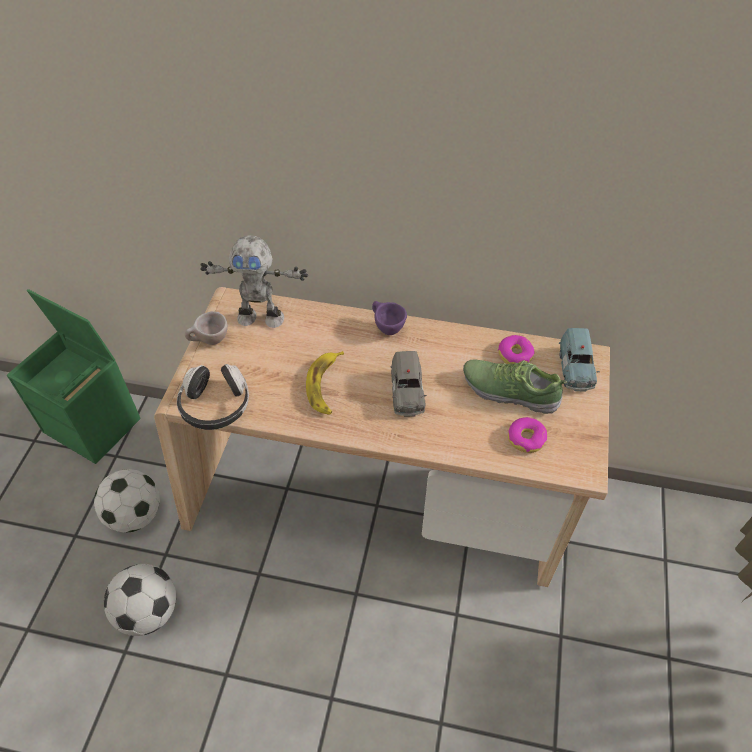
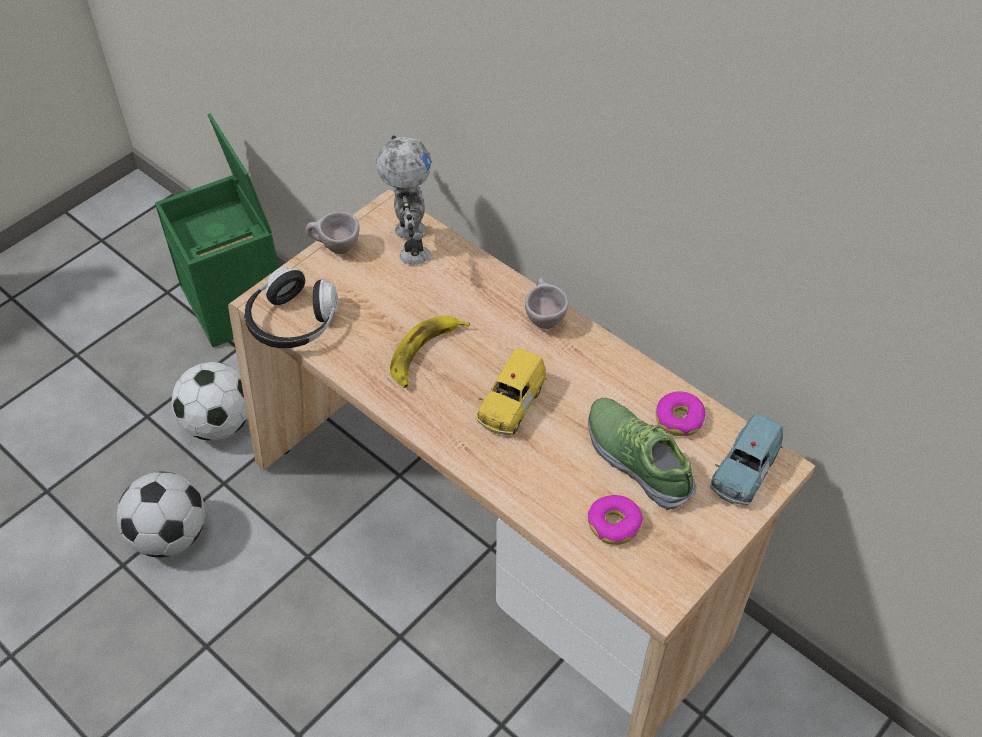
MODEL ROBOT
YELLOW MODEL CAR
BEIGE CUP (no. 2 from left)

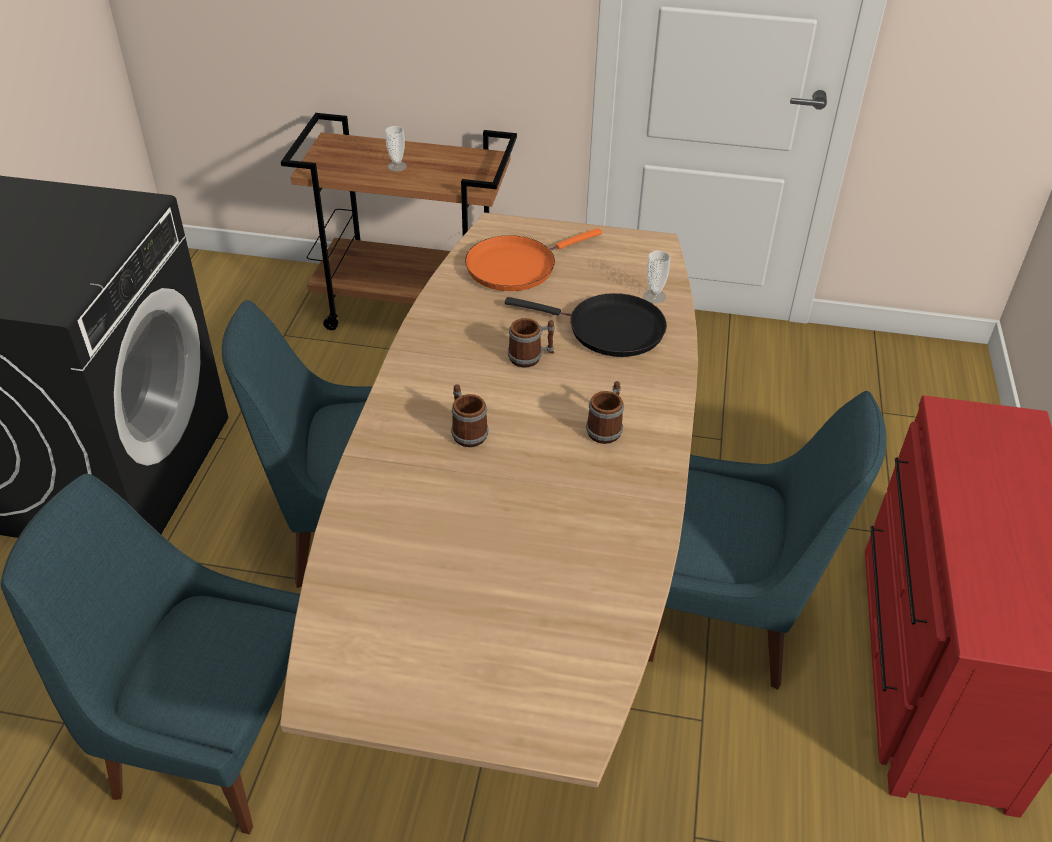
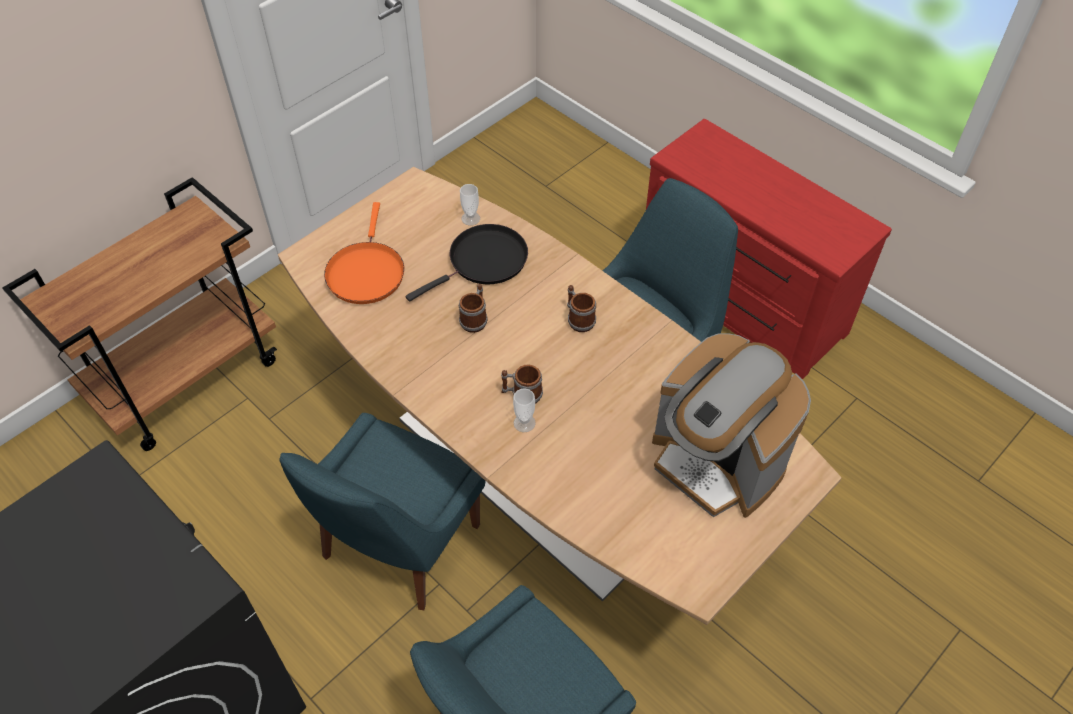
CUP (no. 2 from left)
COFFEE MACHINE

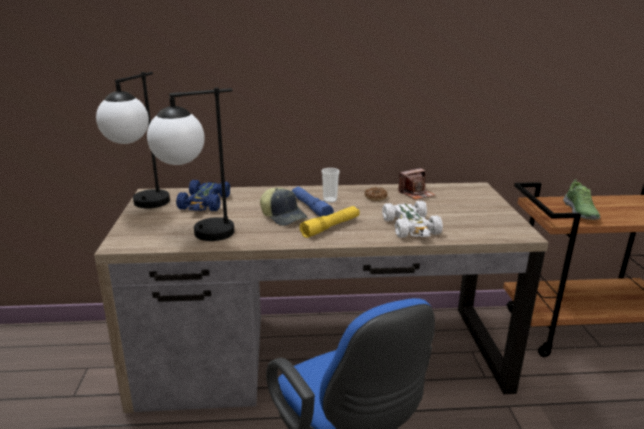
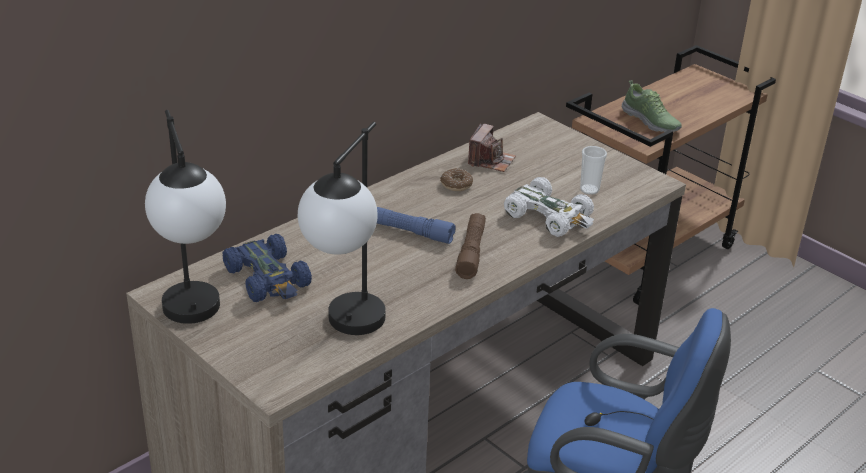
BROWN-COLOURED FLASHLIGHT
CUP
BASEBALL CAP

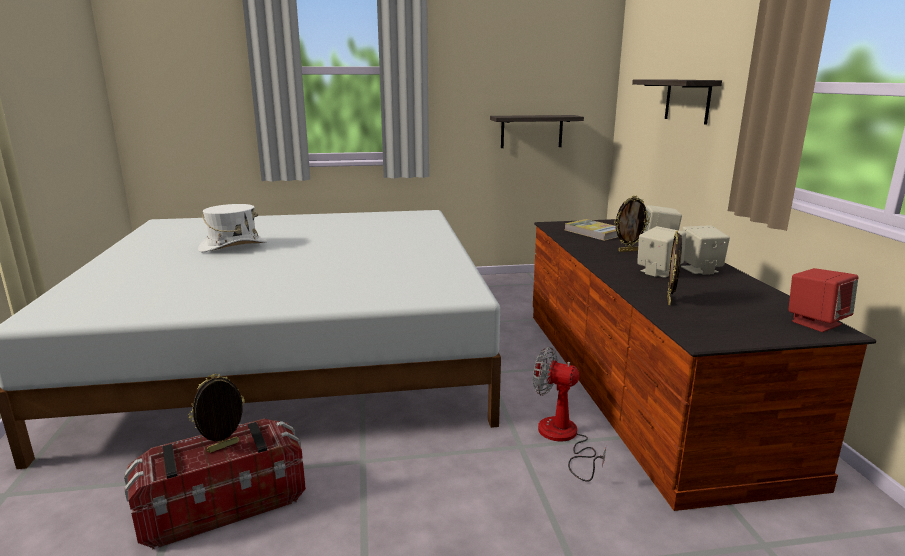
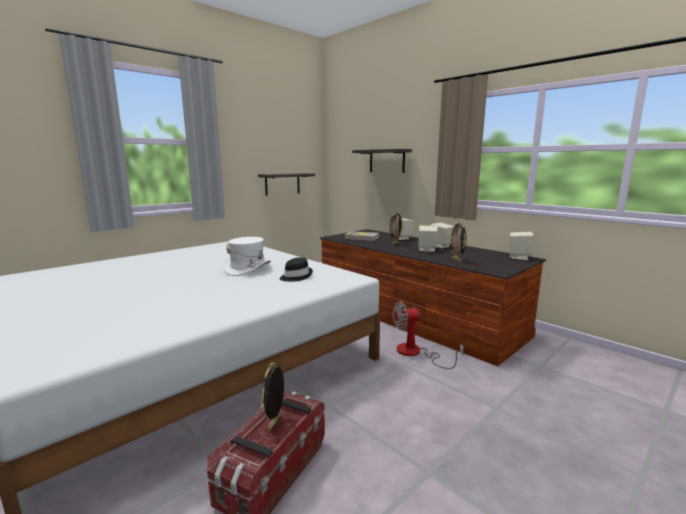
WHITISH WEARABLE HAT
BLACKISH WEARABLE HAT
BEIGE AUDIO SPEAKER (no. 4 from left)

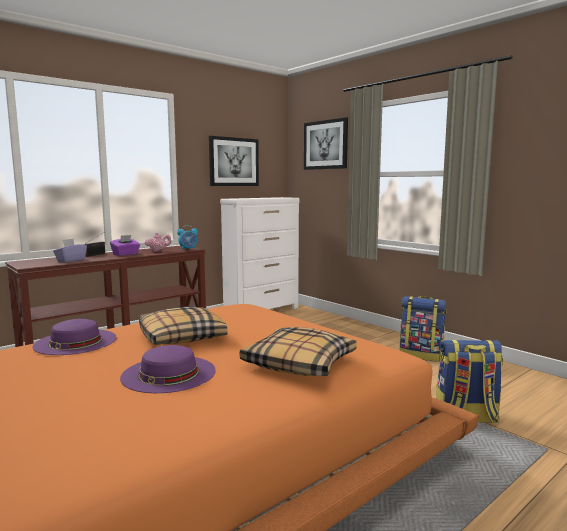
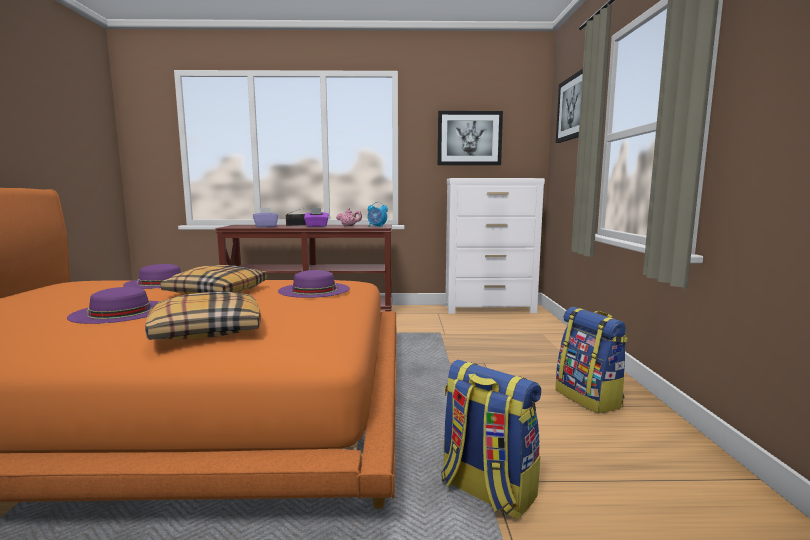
PURPLE-COLOURED WEARABLE HAT (no. 3 from left)

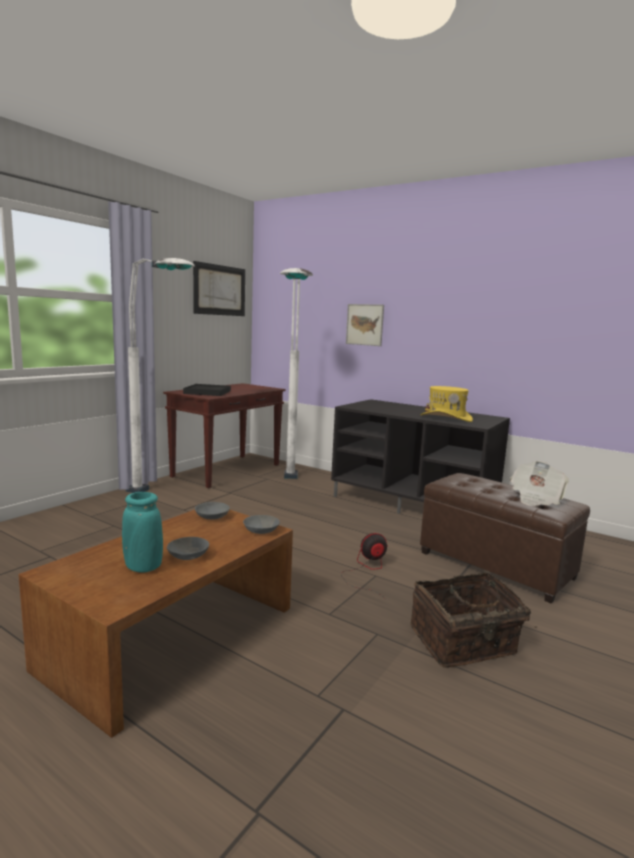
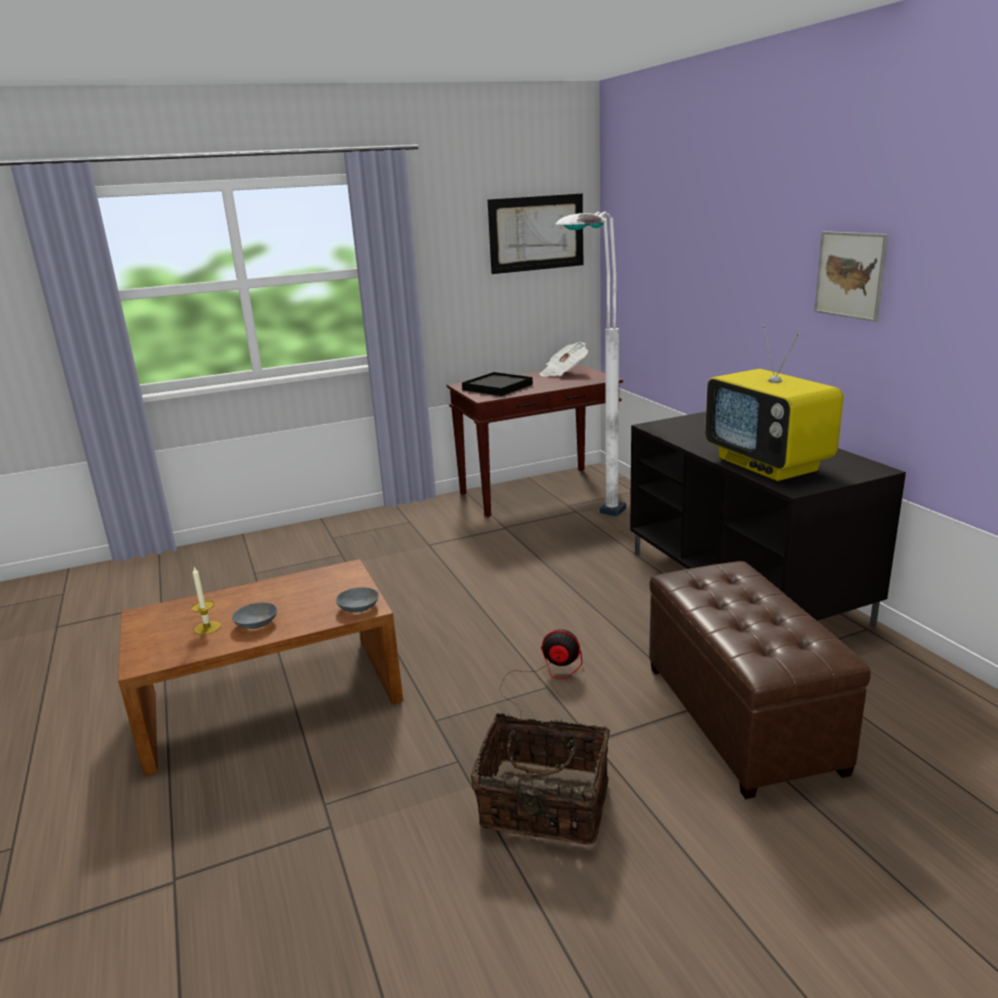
WAX CANDLE
NEWSPAPER
TV SET
WALL PICTURE (no. 2 from left)
WHITISH STANDING LAMP (no. 1 from left in the first image)
GRAY SERVING BOWL (no. 2 from left in the first image)

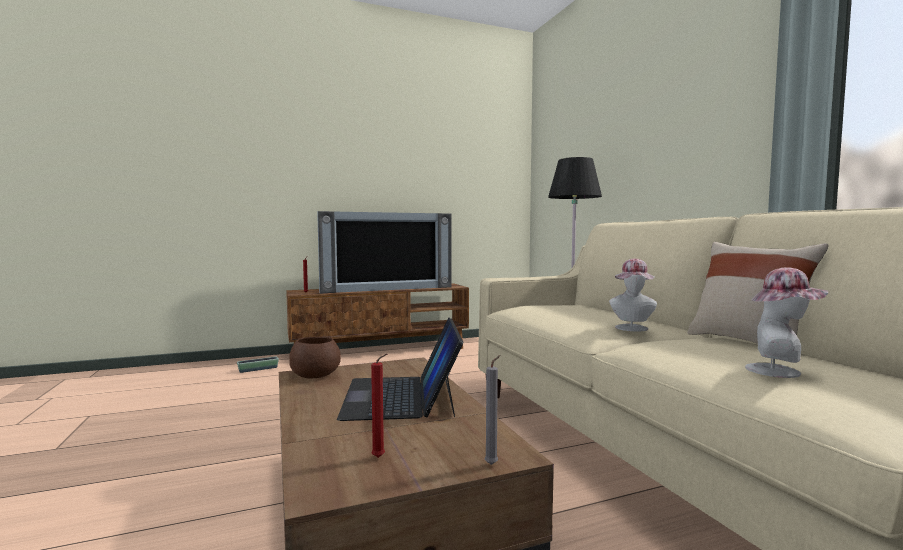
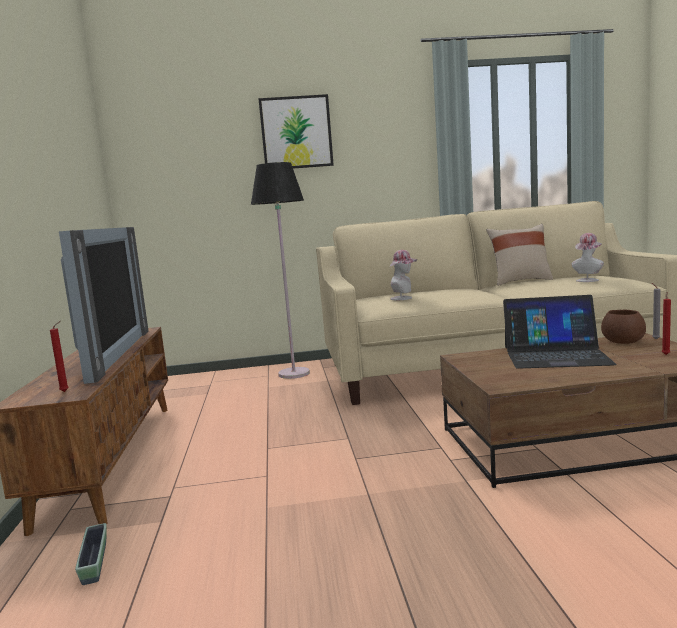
WALL PICTURE
WEARABLE HAT (no. 1 from left)
BROWN-COLOURED SERVING BOWL

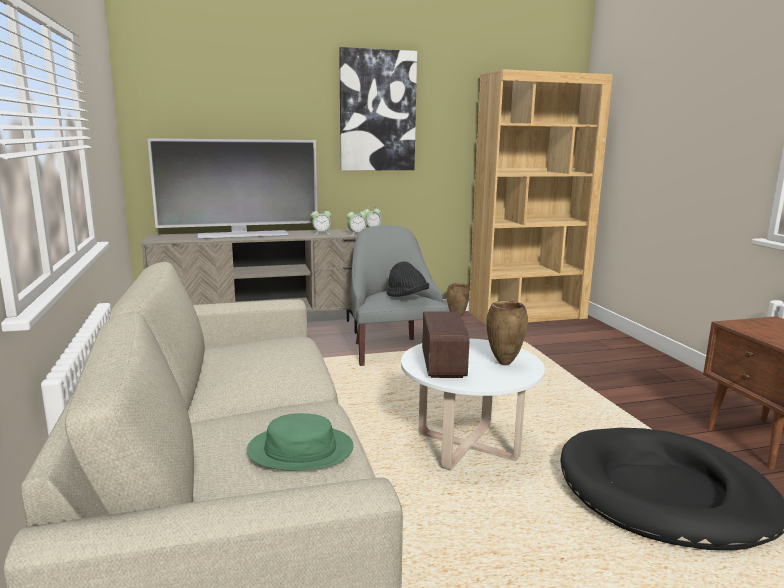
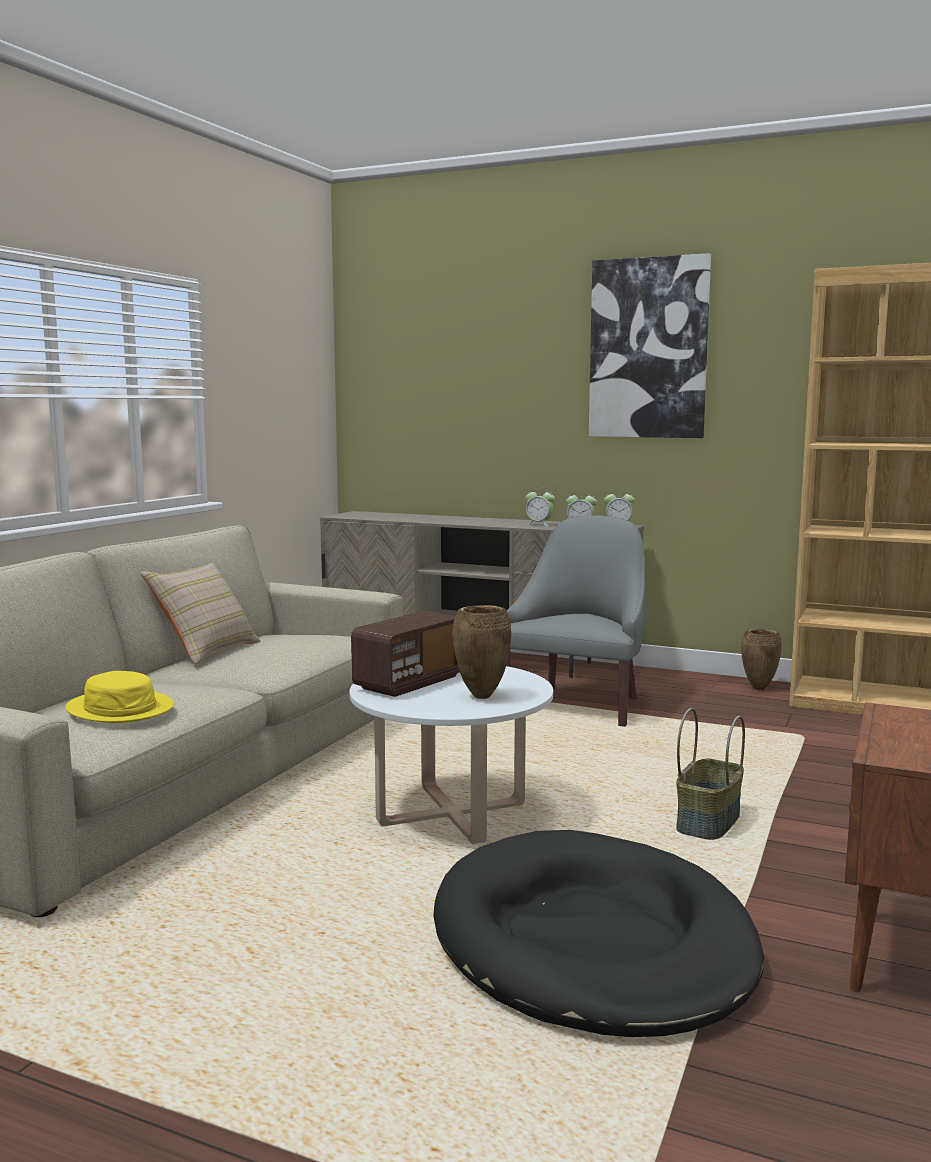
YELLOW WEARABLE HAT
BEIGE CUSHION
STORAGE BASKET
TV SET
BLACKISH WEARABLE HAT

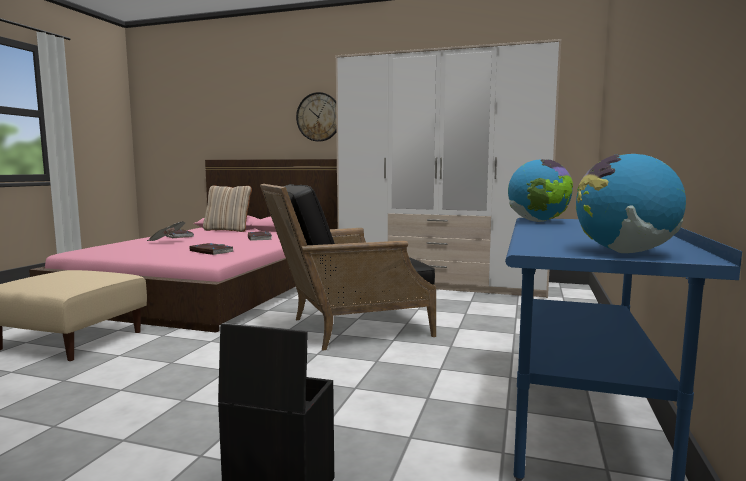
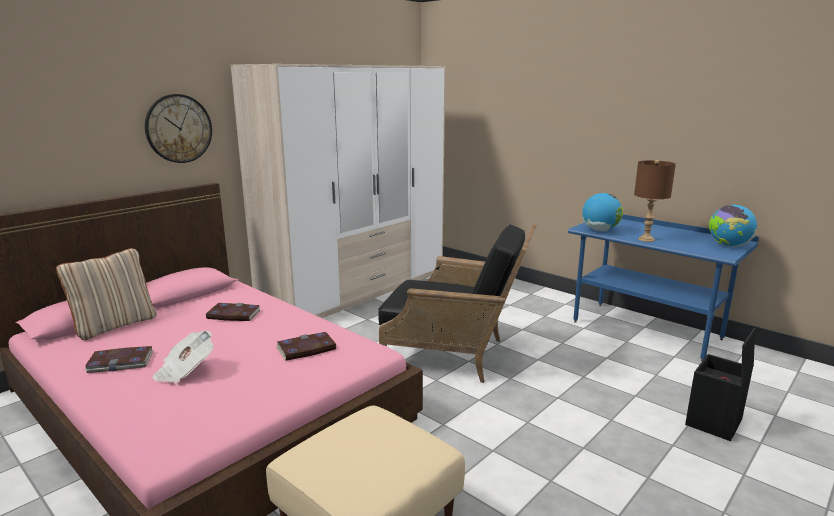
BLACKISH EASY CHAIR
BROWN-COLOURED TABLE LAMP

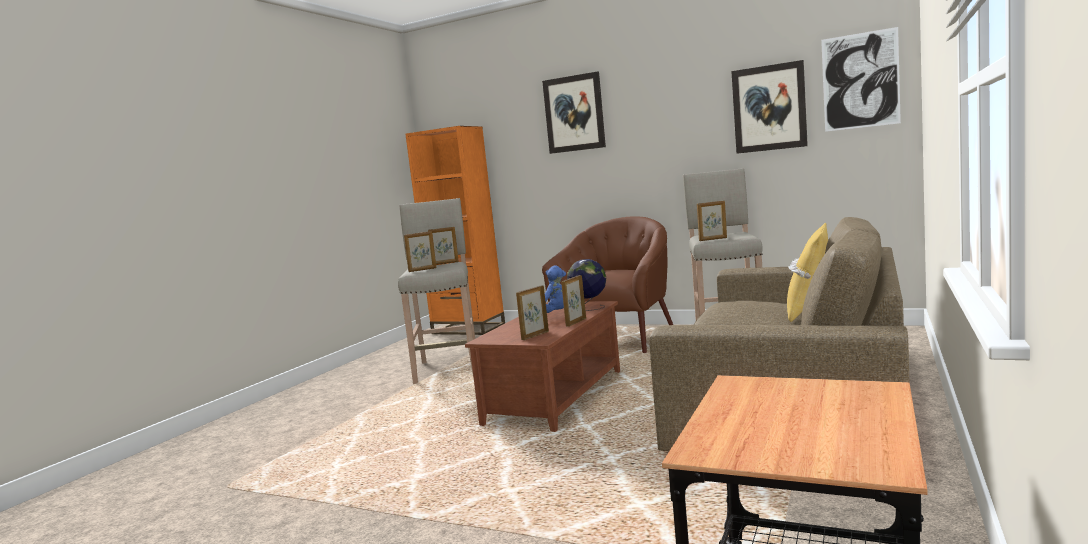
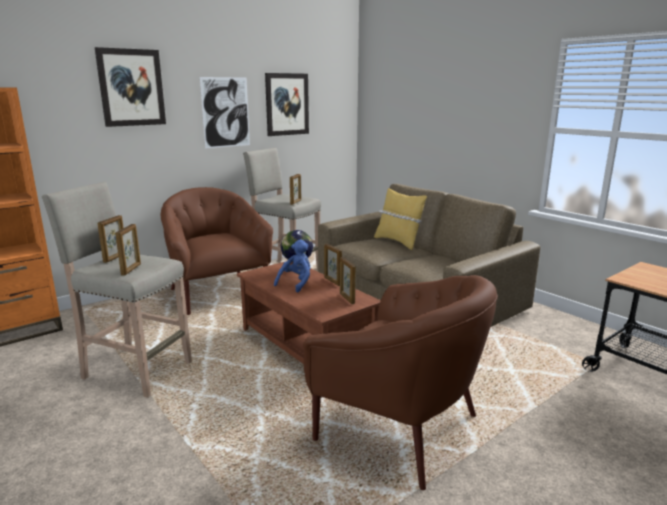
WALL PICTURE (no. 2 from left)
BROWN-COLOURED EASY CHAIR (no. 2 from left)

